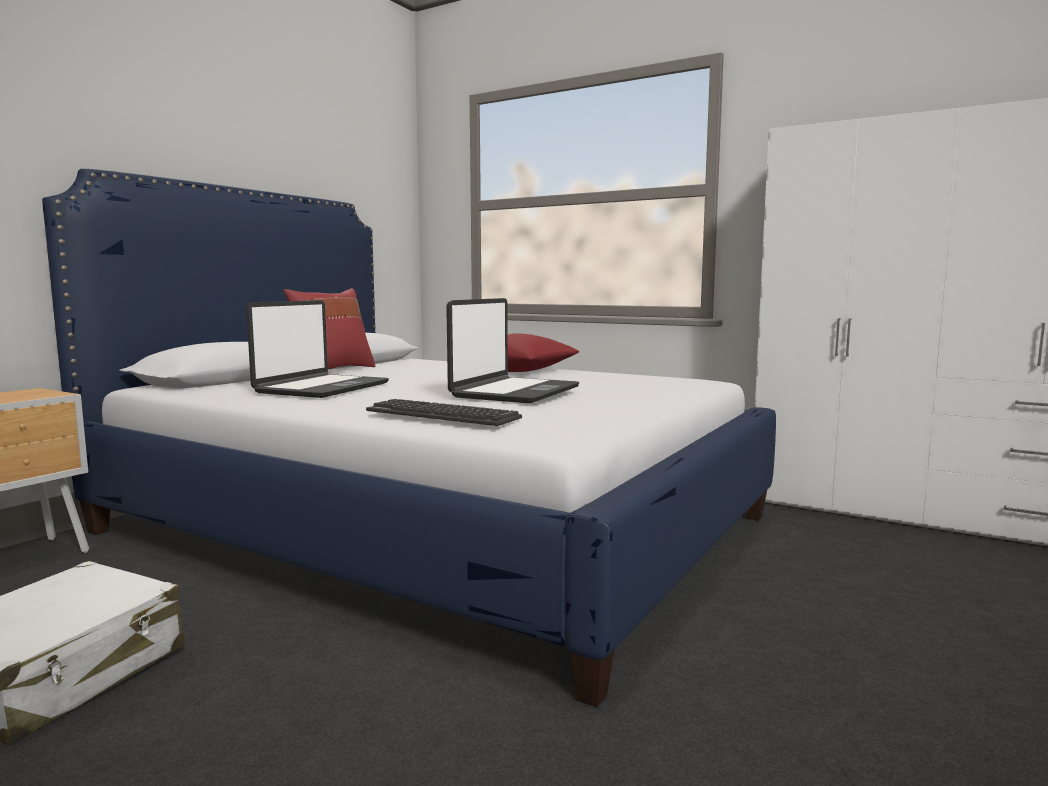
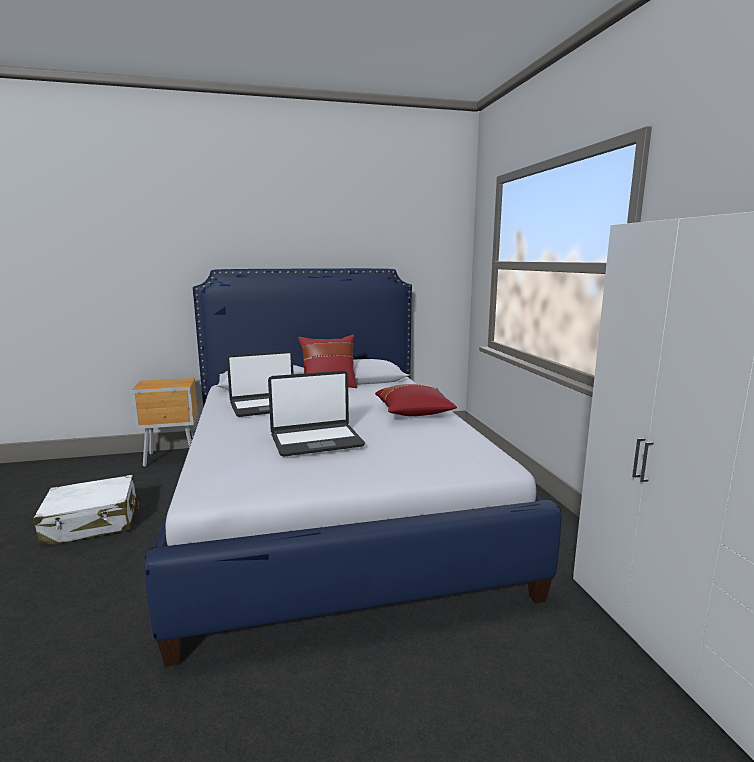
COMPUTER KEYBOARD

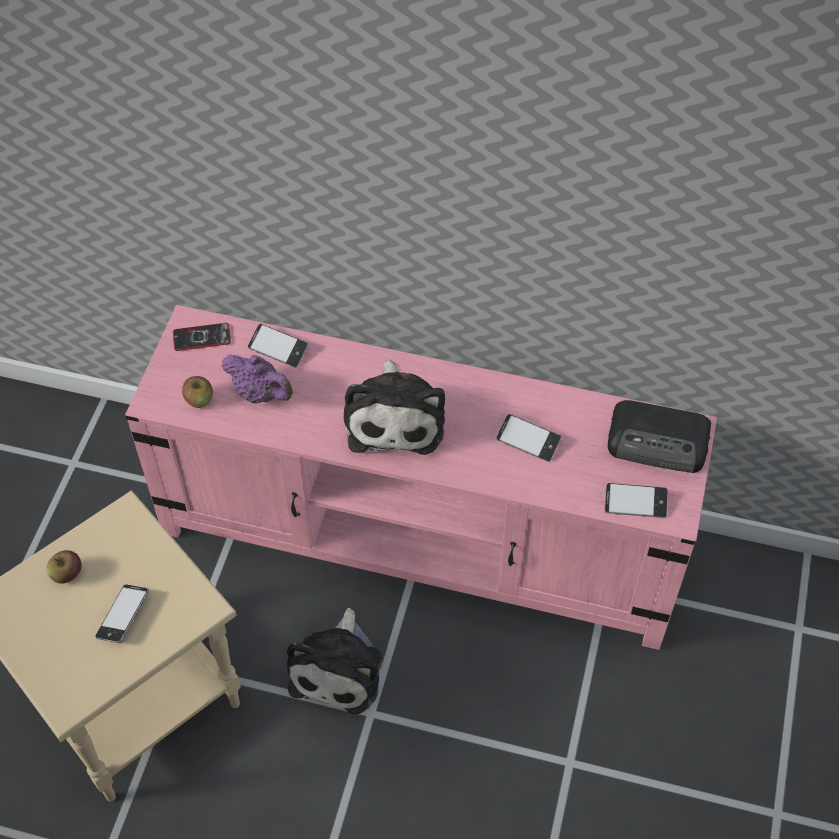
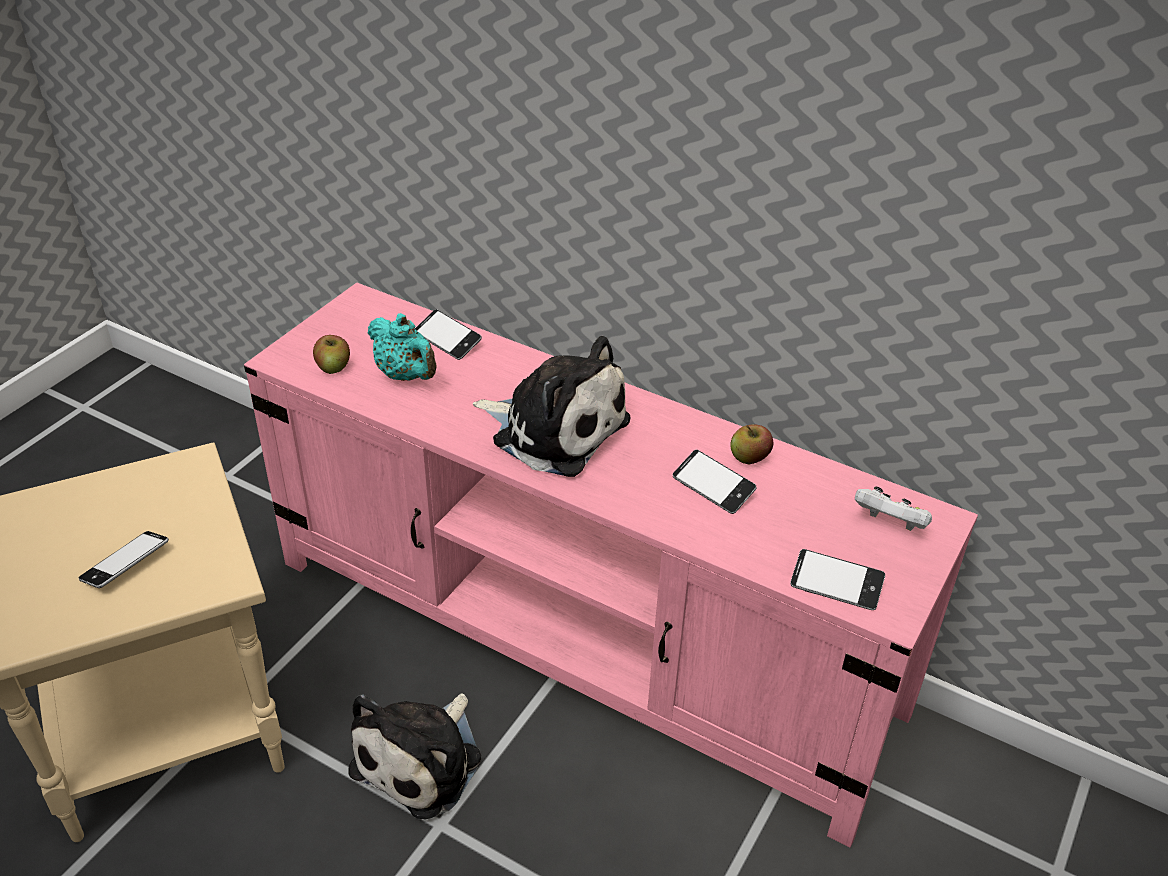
TURQUOISE POT FOR TEA
PLUSH TOY (no. 2 from left)
APPLE FRUIT (no. 2 from left)
WHITISH GAME CONTROLLER
TELEPHONE (no. 2 from left in the first image)

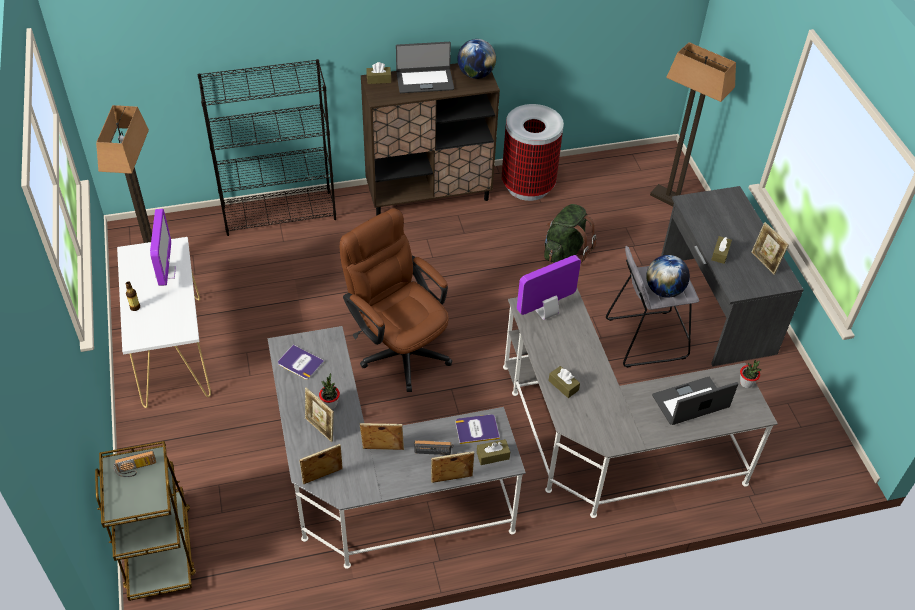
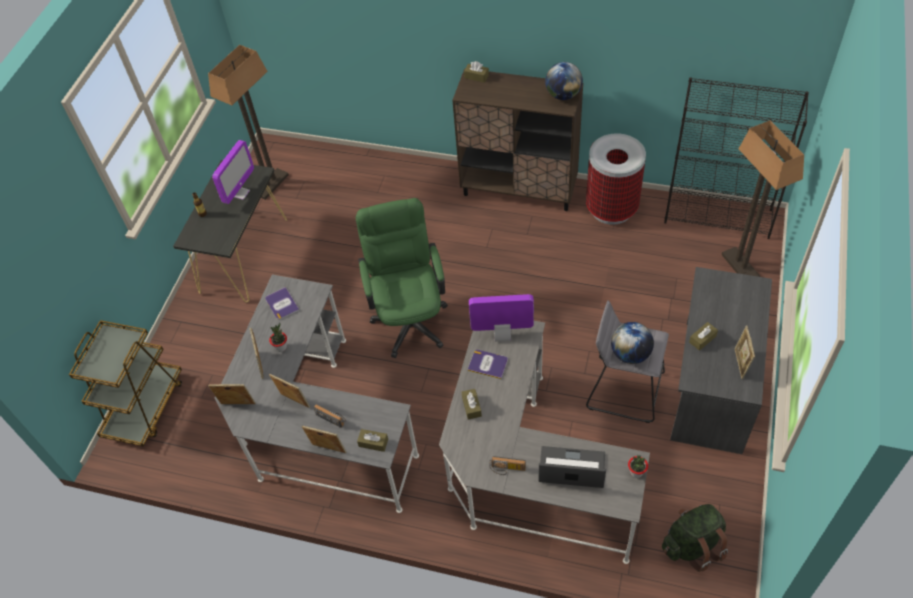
BLACKISH HALL TABLE
GREENISH OFFICE CHAIR
BOOK (no. 2 from left)
RADIO (no. 2 from left)
GREENISH KNAPSACK
BLACKISH BOOKCASE
LAPTOP (no. 1 from left in the first image)

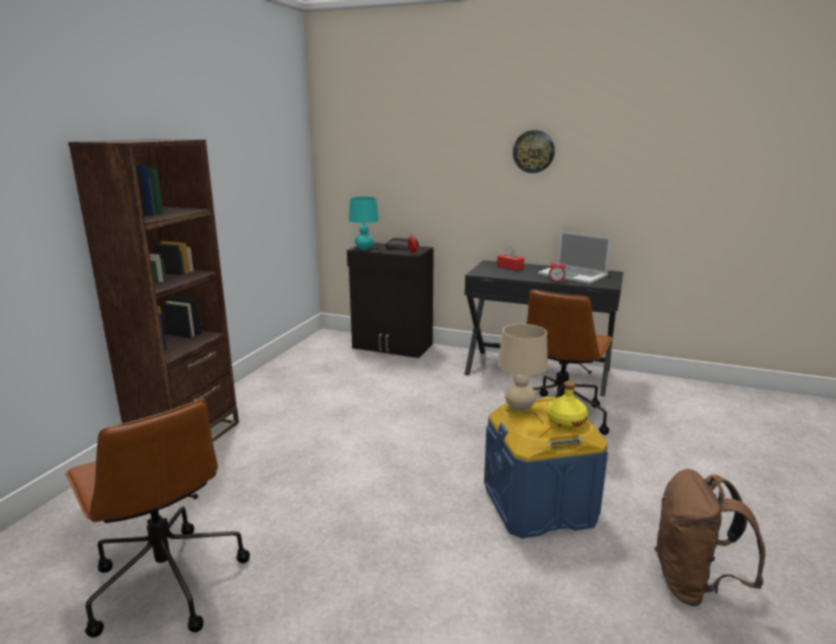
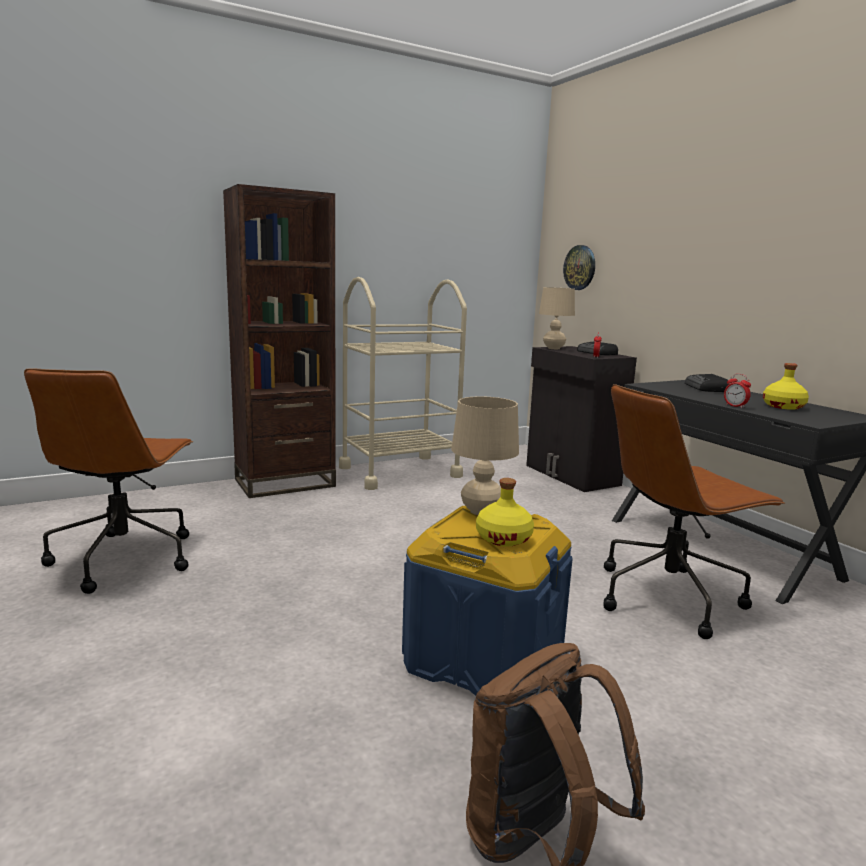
BEIGE WHEELED CART
BEIGE TABLE LAMP (no. 2 from left)
WALL CLOCK
RADIO (no. 2 from left)
YELLOW BEVERAGE BOTTLE (no. 2 from left)

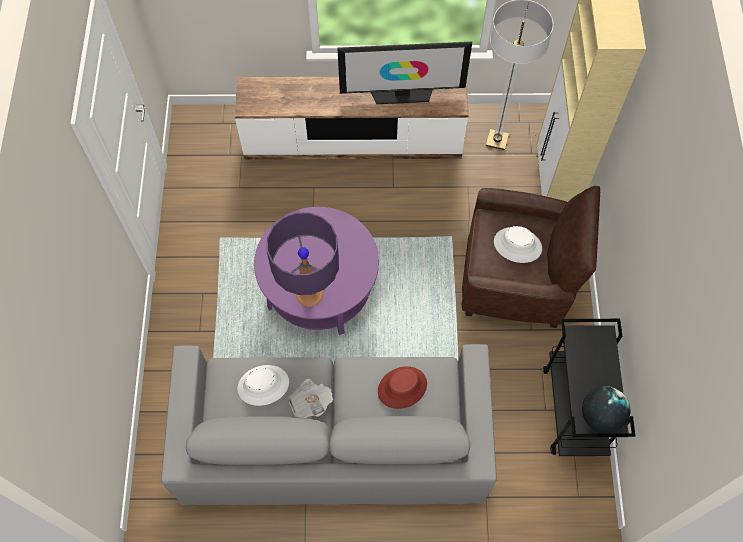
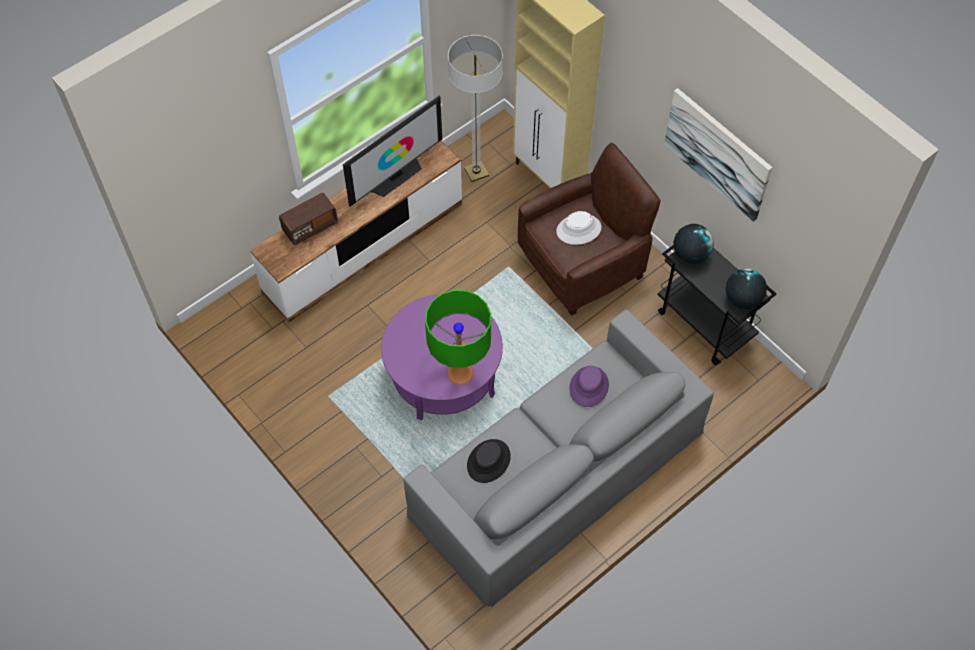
RADIO
GREENISH TABLE LAMP
BLACKISH WEARABLE HAT
PURPLE-COLOURED WEARABLE HAT
WALL PICTURE
DESK GLOBE (no. 1 from left)
NEWSPAPER

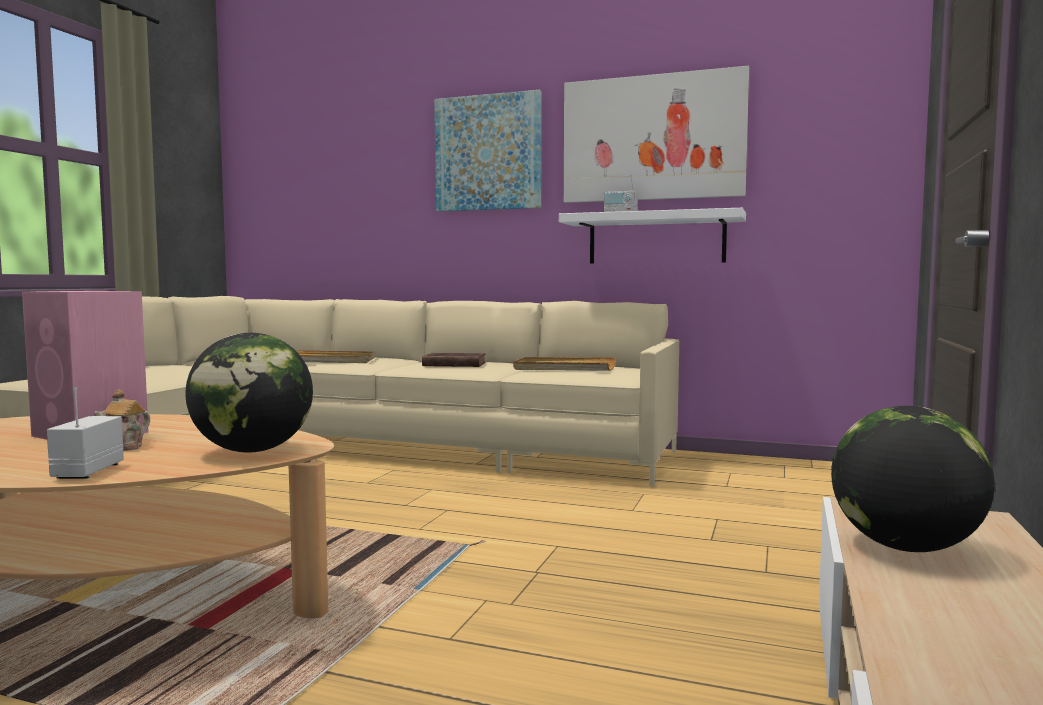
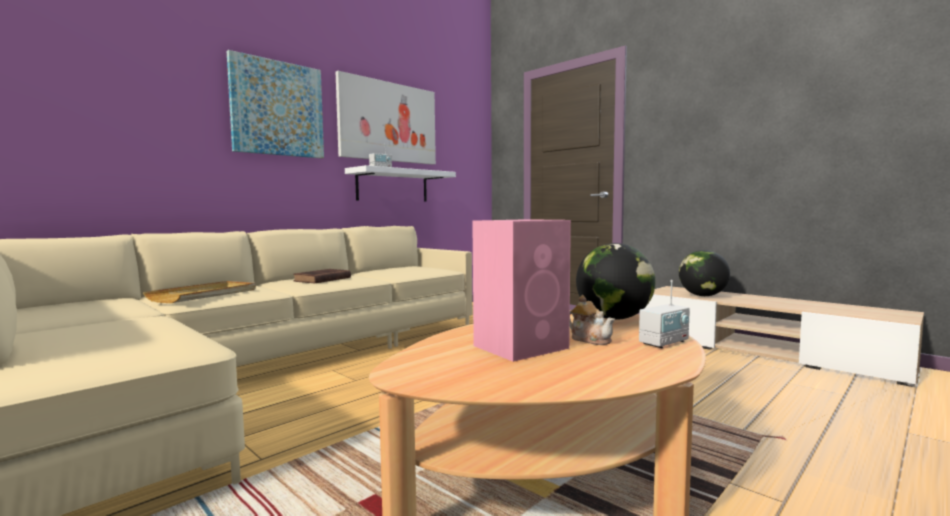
RADIO (no. 2 from left)
BEIGE TRAY (no. 2 from left in the first image)

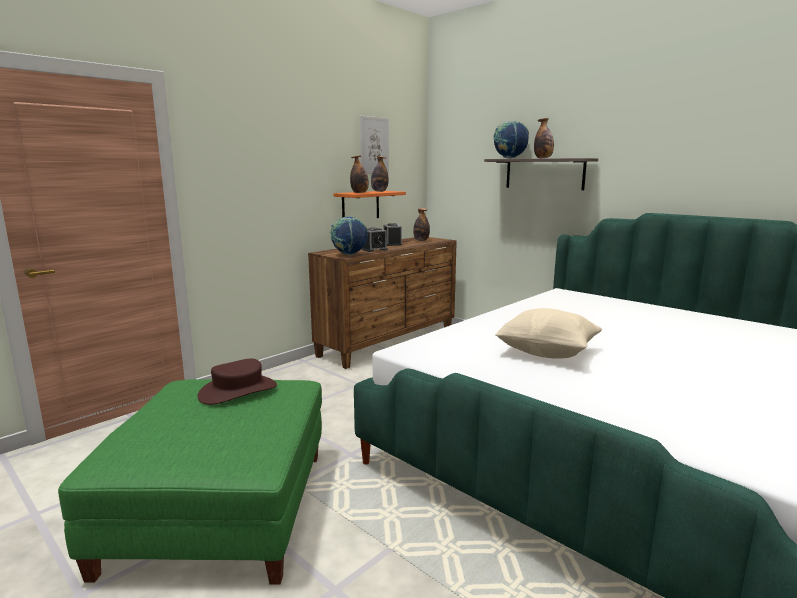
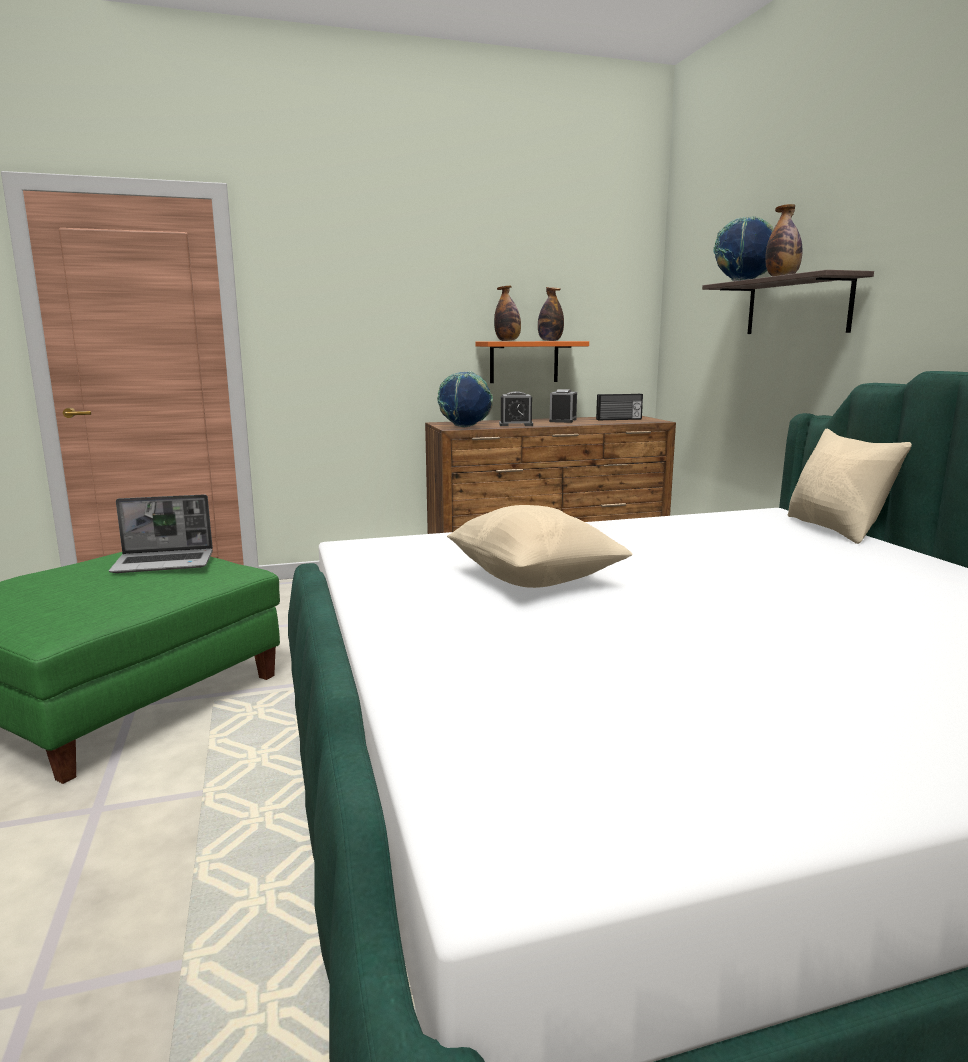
LAPTOP
RADIO
BEIGE CUSHION (no. 2 from left)
WALL PICTURE

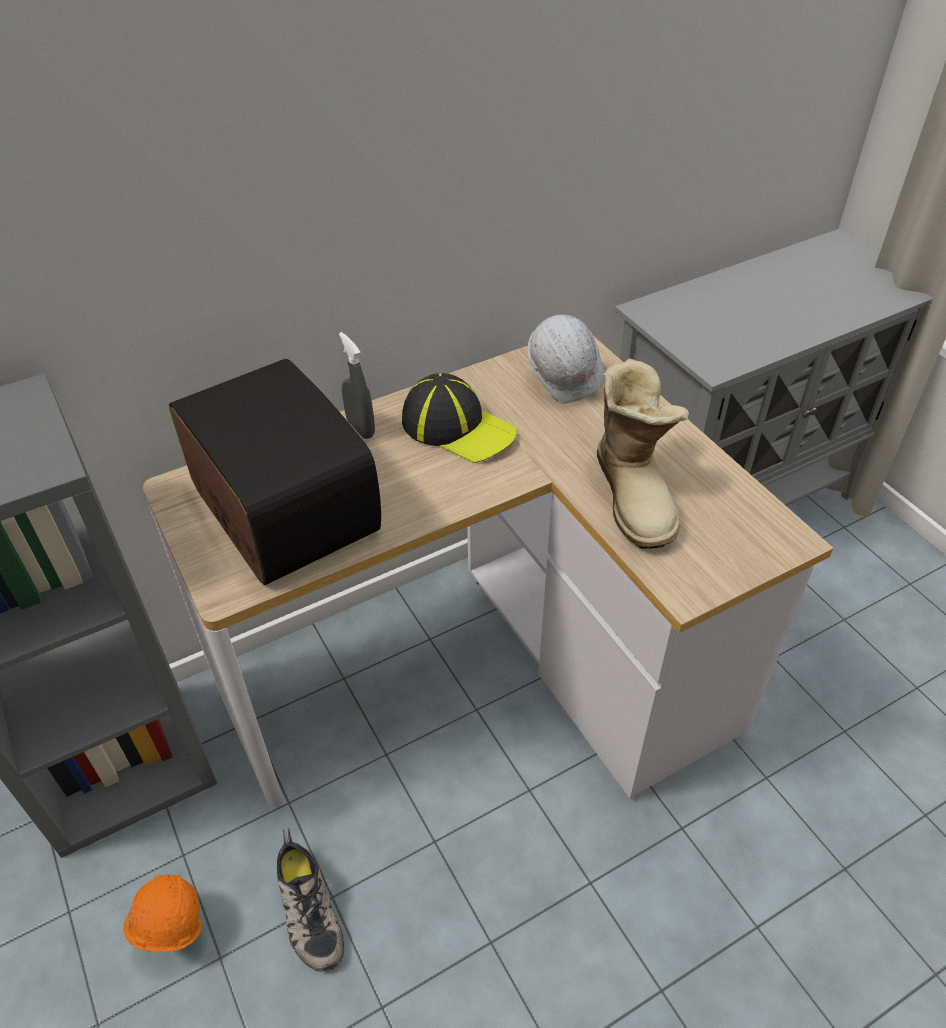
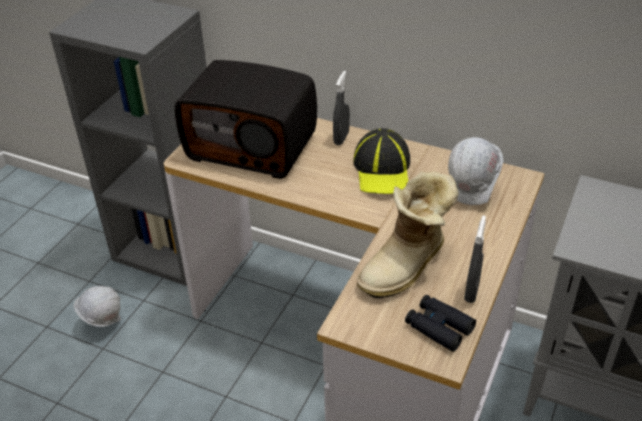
WHITISH WORK HELMET (no. 1 from left)
RADIO
BLACKISH PAIR OF BINOCULARS
GRAY SPRAYER (no. 2 from left)
ITEM OF FOOTWEAR

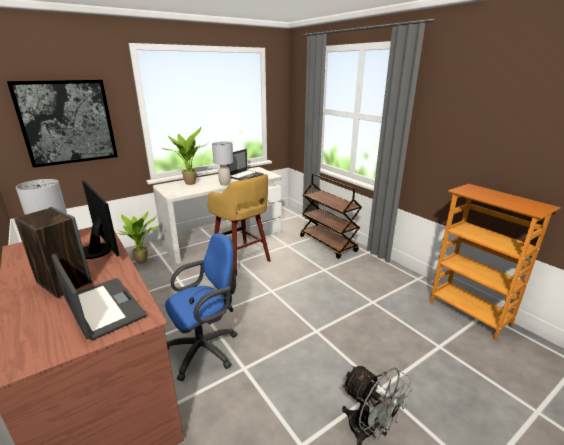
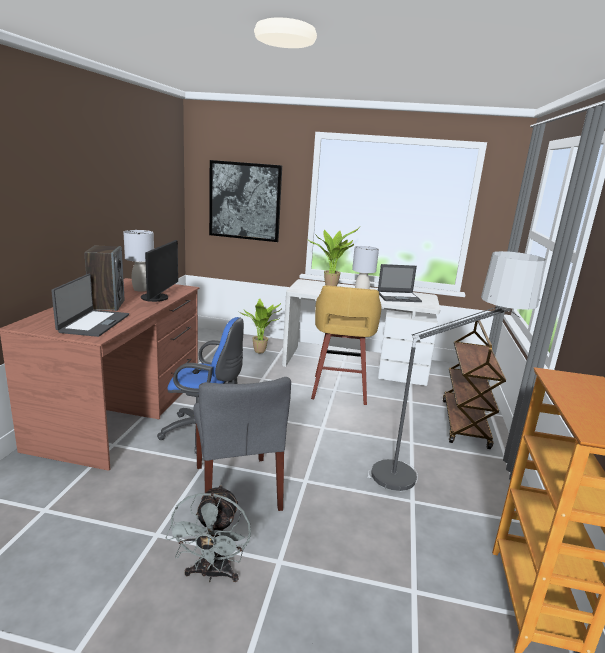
GRAY PLAIN CHAIR
STANDING LAMP

